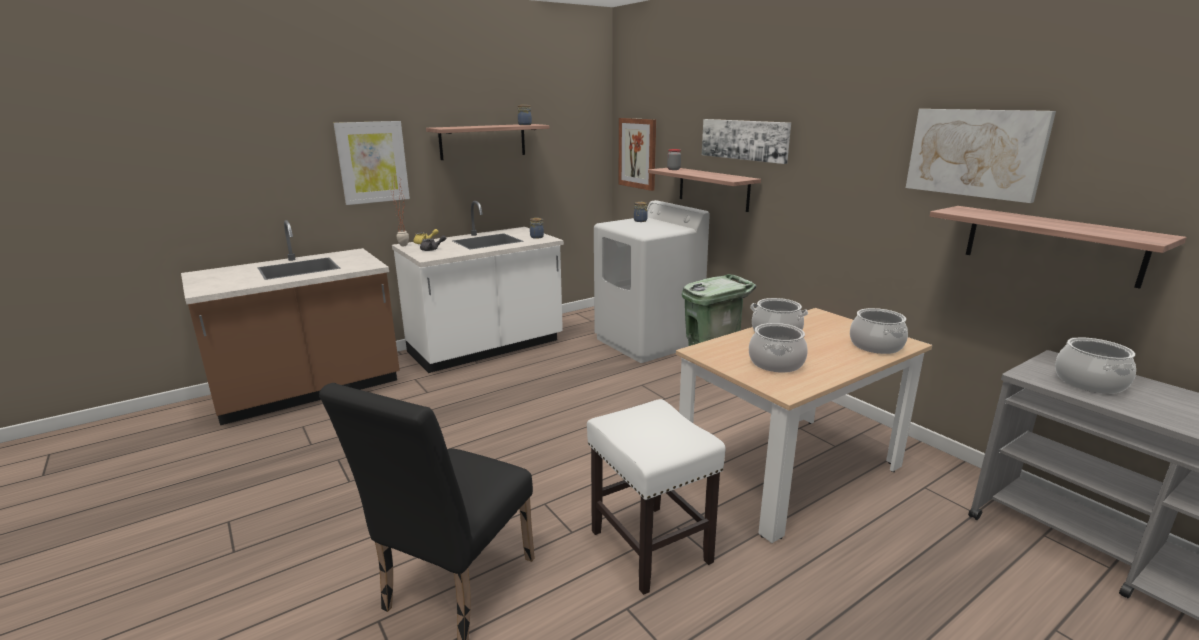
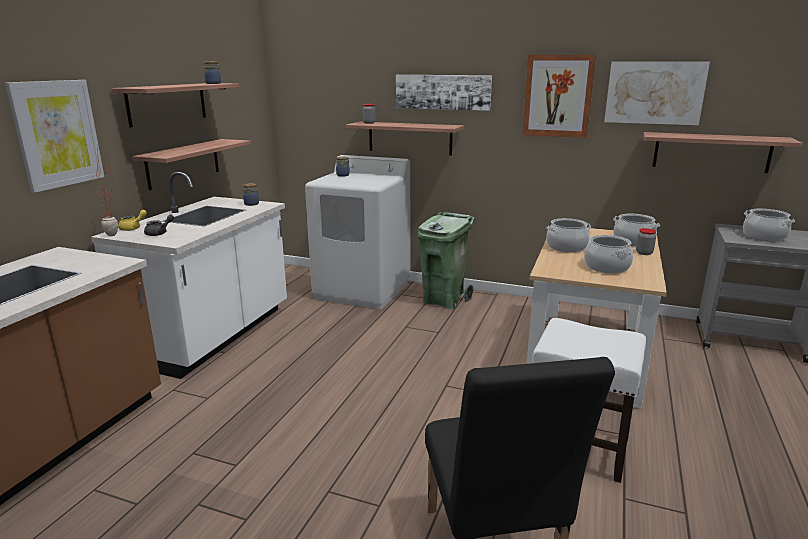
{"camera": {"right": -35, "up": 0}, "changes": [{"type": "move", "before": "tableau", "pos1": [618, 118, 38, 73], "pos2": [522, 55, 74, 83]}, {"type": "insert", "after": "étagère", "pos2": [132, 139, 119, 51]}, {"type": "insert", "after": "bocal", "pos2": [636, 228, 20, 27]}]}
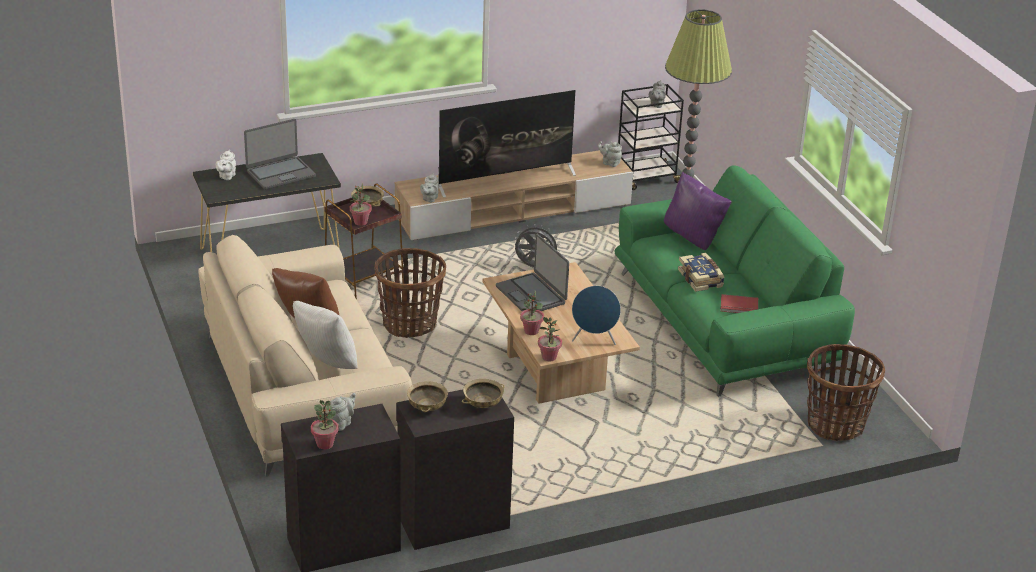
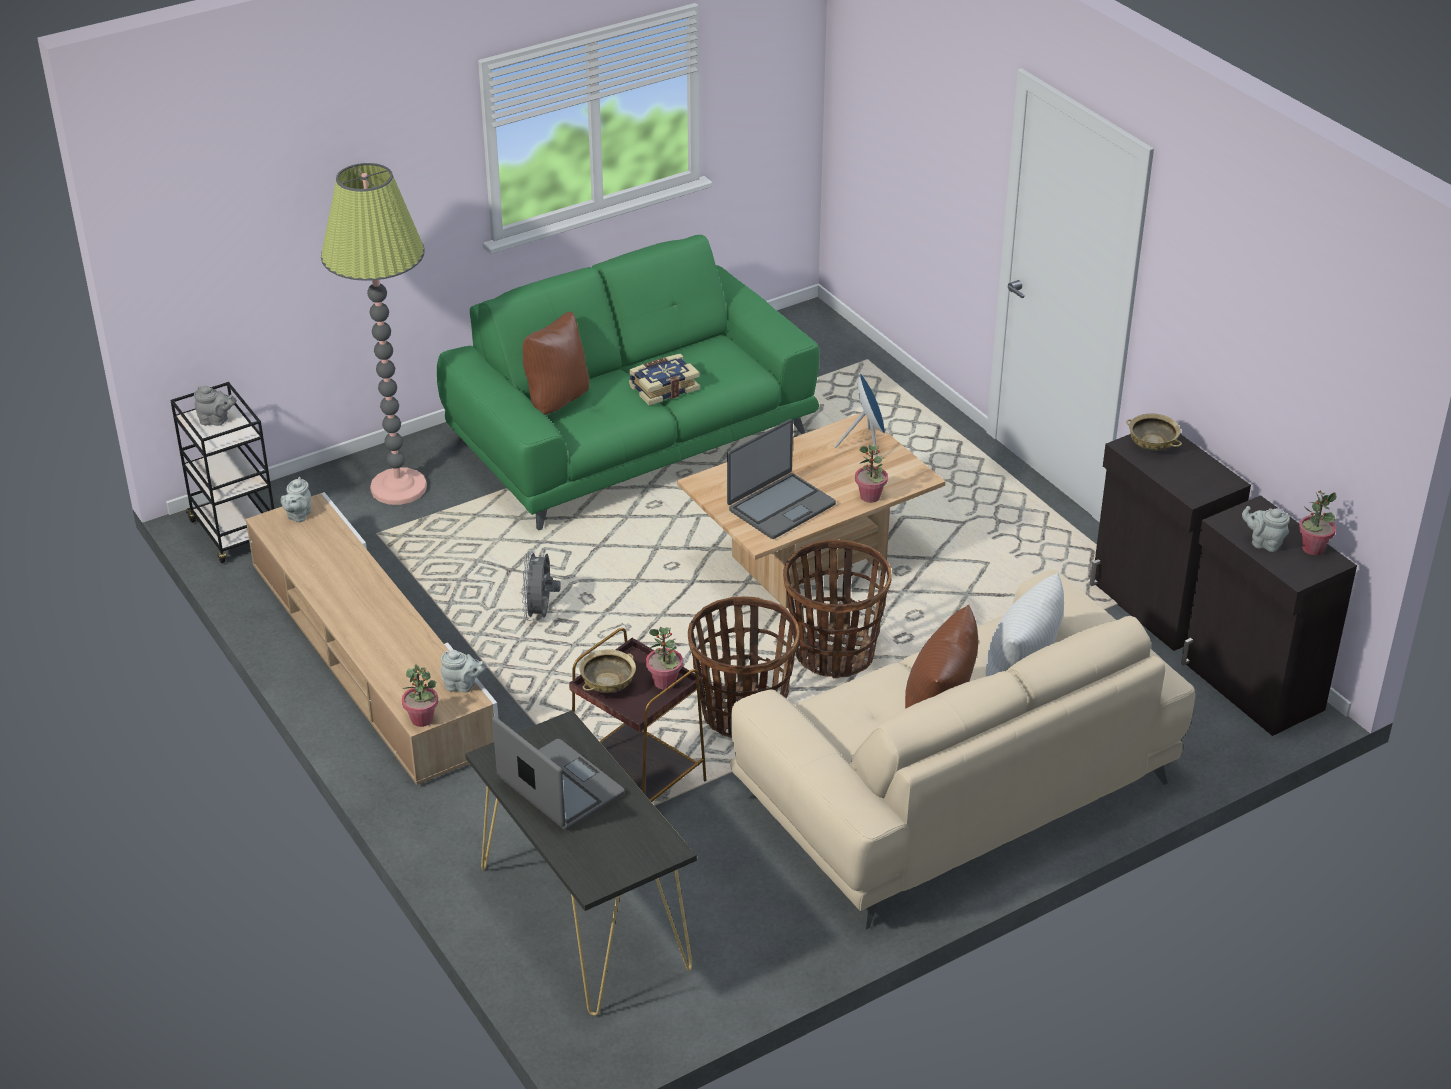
{"camera": {"right": -100, "up": 5}, "changes": [{"type": "delete", "before": "téléviseur", "pos1": [438, 90, 138, 108]}, {"type": "delete", "before": "théière [blanc]", "pos1": [216, 150, 20, 30]}, {"type": "recolor", "before": "coussin [violet]", "after": "coussin [marron]", "pos1": [664, 172, 68, 78], "pos2": [522, 311, 67, 104]}, {"type": "delete", "before": "livre [rouge]", "pos1": [720, 294, 38, 19]}, {"type": "move", "before": "plante en pot", "pos1": [538, 317, 24, 45], "pos2": [402, 664, 36, 63]}, {"type": "move", "before": "panier", "pos1": [807, 344, 78, 97], "pos2": [783, 539, 108, 139]}, {"type": "delete", "before": "bol [beige]", "pos1": [407, 381, 41, 31]}]}
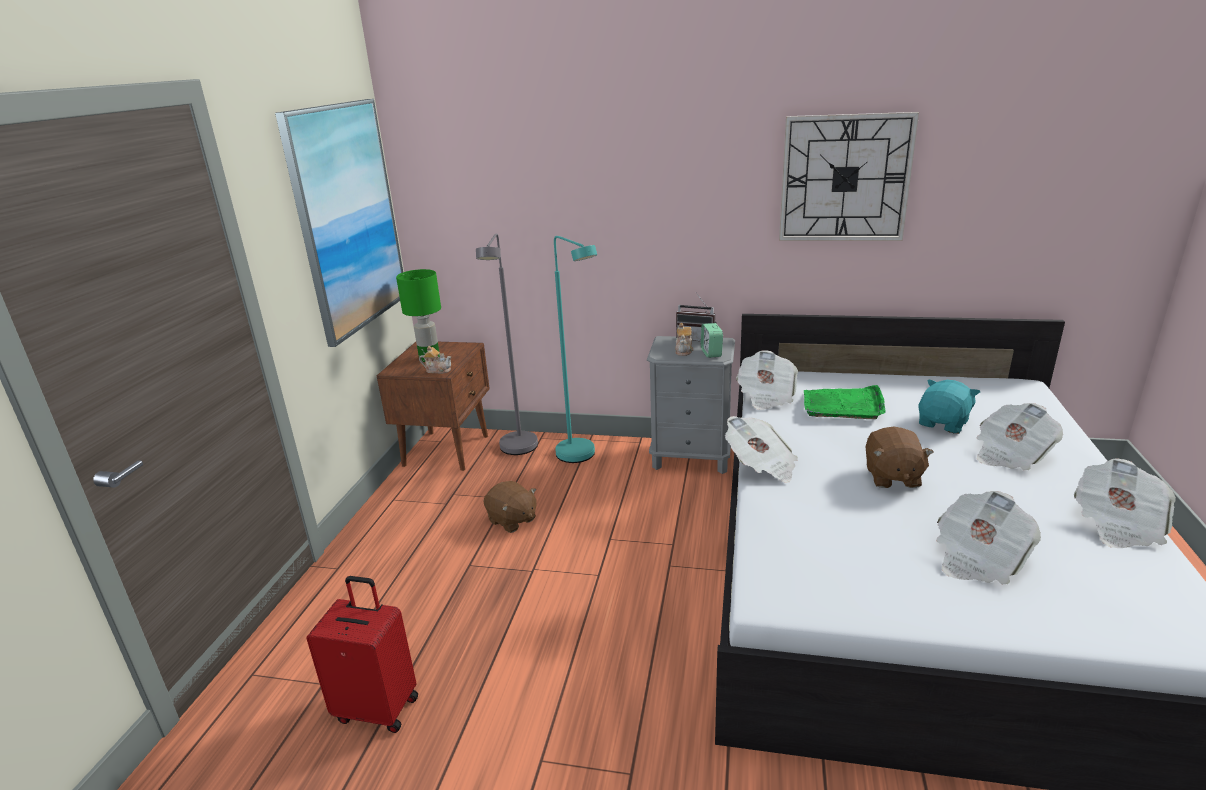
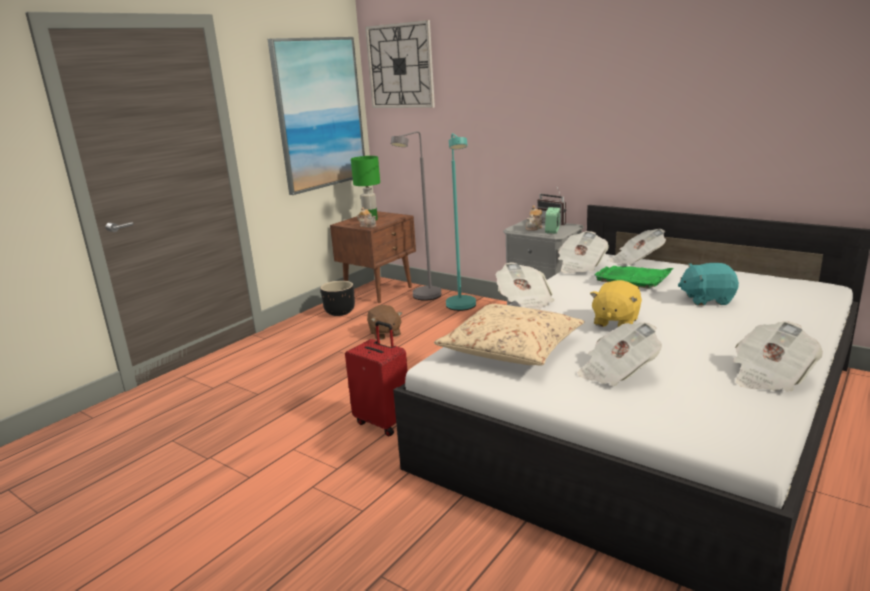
{"camera": {"right": 25, "up": -5}, "changes": [{"type": "move", "before": "horloge murale", "pos1": [779, 112, 140, 129], "pos2": [365, 20, 70, 88]}, {"type": "rotate", "before": "peluche [turquoise]", "pos1": [918, 380, 62, 54], "pos2": [678, 263, 61, 43], "turn": -150}, {"type": "move", "before": "journal", "pos1": [976, 403, 87, 67], "pos2": [610, 229, 56, 36]}, {"type": "recolor", "before": "peluche [marron]", "after": "peluche [jaune]", "pos1": [865, 427, 69, 61], "pos2": [590, 280, 52, 47]}, {"type": "move", "before": "valise [rouge]", "pos1": [307, 576, 111, 157], "pos2": [345, 321, 63, 115]}, {"type": "insert", "after": "cache-pot [noir]", "pos2": [321, 281, 34, 35]}, {"type": "insert", "after": "coussin [beige]", "pos2": [434, 304, 151, 62]}]}
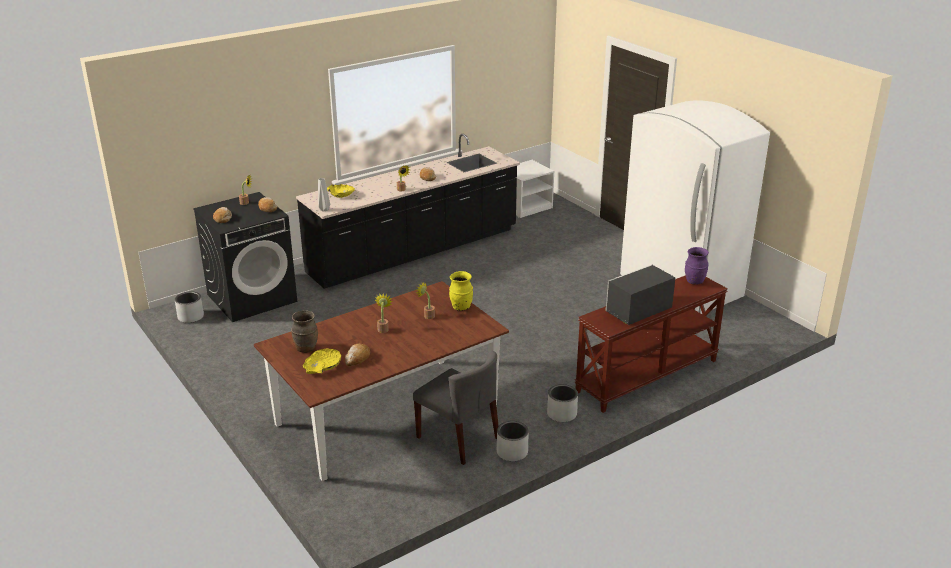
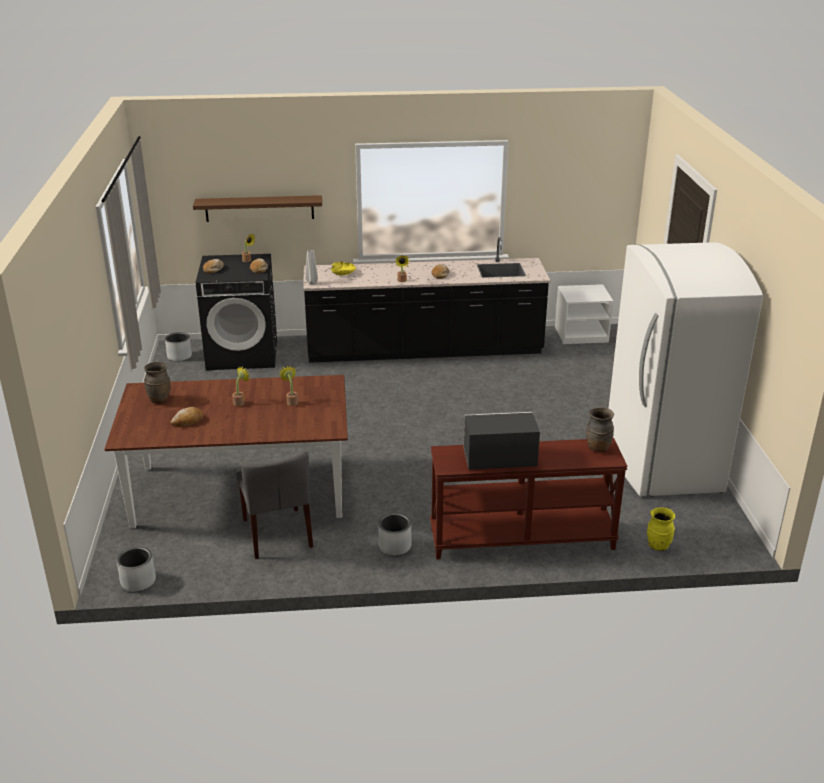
{"camera": {"right": 30, "up": 0}, "changes": [{"type": "recolor", "before": "vase [violet]", "after": "vase [marron]", "pos1": [685, 247, 24, 38], "pos2": [586, 407, 28, 45]}, {"type": "move", "before": "vase [jaune]", "pos1": [449, 271, 24, 40], "pos2": [647, 507, 28, 44]}, {"type": "delete", "before": "bol [jaune]", "pos1": [303, 348, 38, 26]}, {"type": "move", "before": "cache-pot [gris]", "pos1": [497, 421, 32, 40], "pos2": [116, 547, 40, 45]}, {"type": "insert", "after": "étagère [marron]", "pos2": [193, 195, 129, 27]}]}
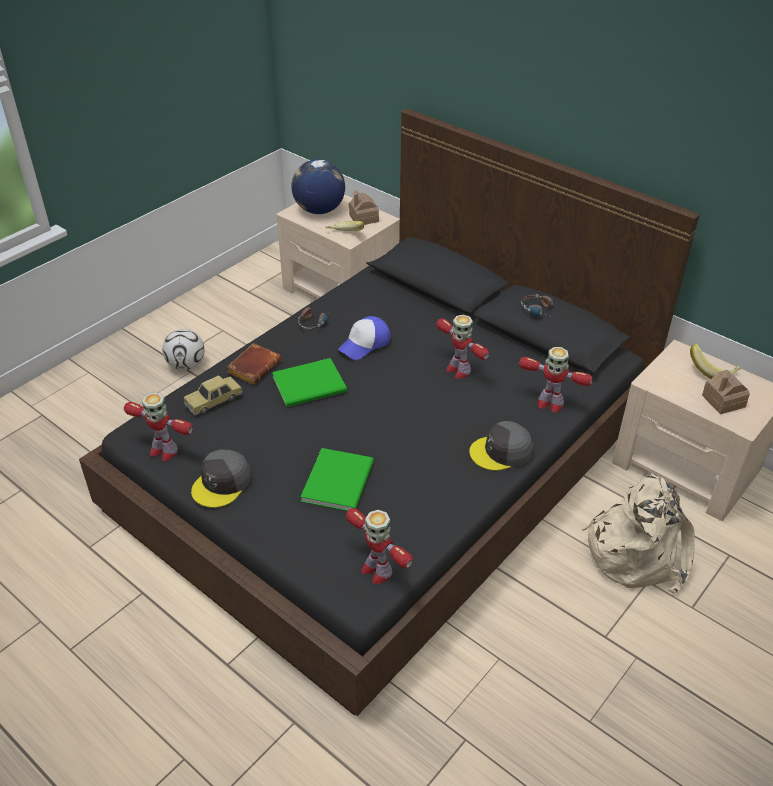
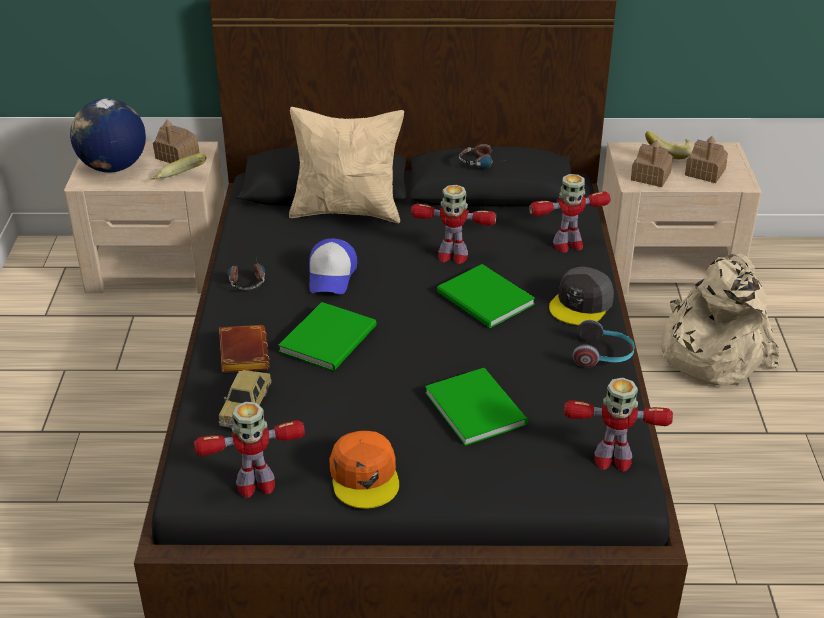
{"camera": {"right": -40, "up": -5}, "changes": [{"type": "delete", "before": "ballon de foot", "pos1": [162, 329, 43, 41]}, {"type": "recolor", "before": "casquette [gris]", "after": "casquette [orange]", "pos1": [191, 449, 60, 59], "pos2": [329, 431, 70, 78]}, {"type": "insert", "after": "coussin [beige]", "pos2": [289, 107, 115, 116]}, {"type": "insert", "after": "maison miniature", "pos2": [631, 140, 42, 47]}, {"type": "insert", "after": "livre [vert]", "pos2": [437, 264, 98, 64]}, {"type": "insert", "after": "casque audio", "pos2": [573, 320, 62, 47]}]}
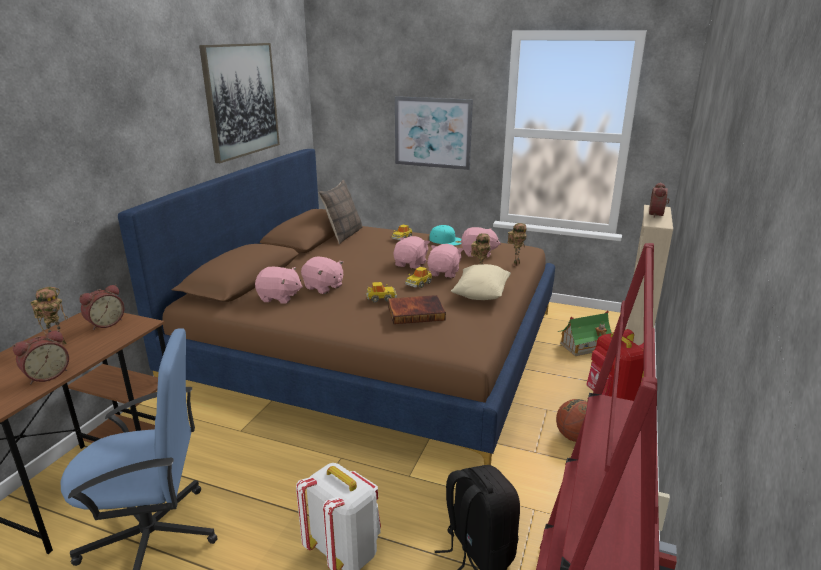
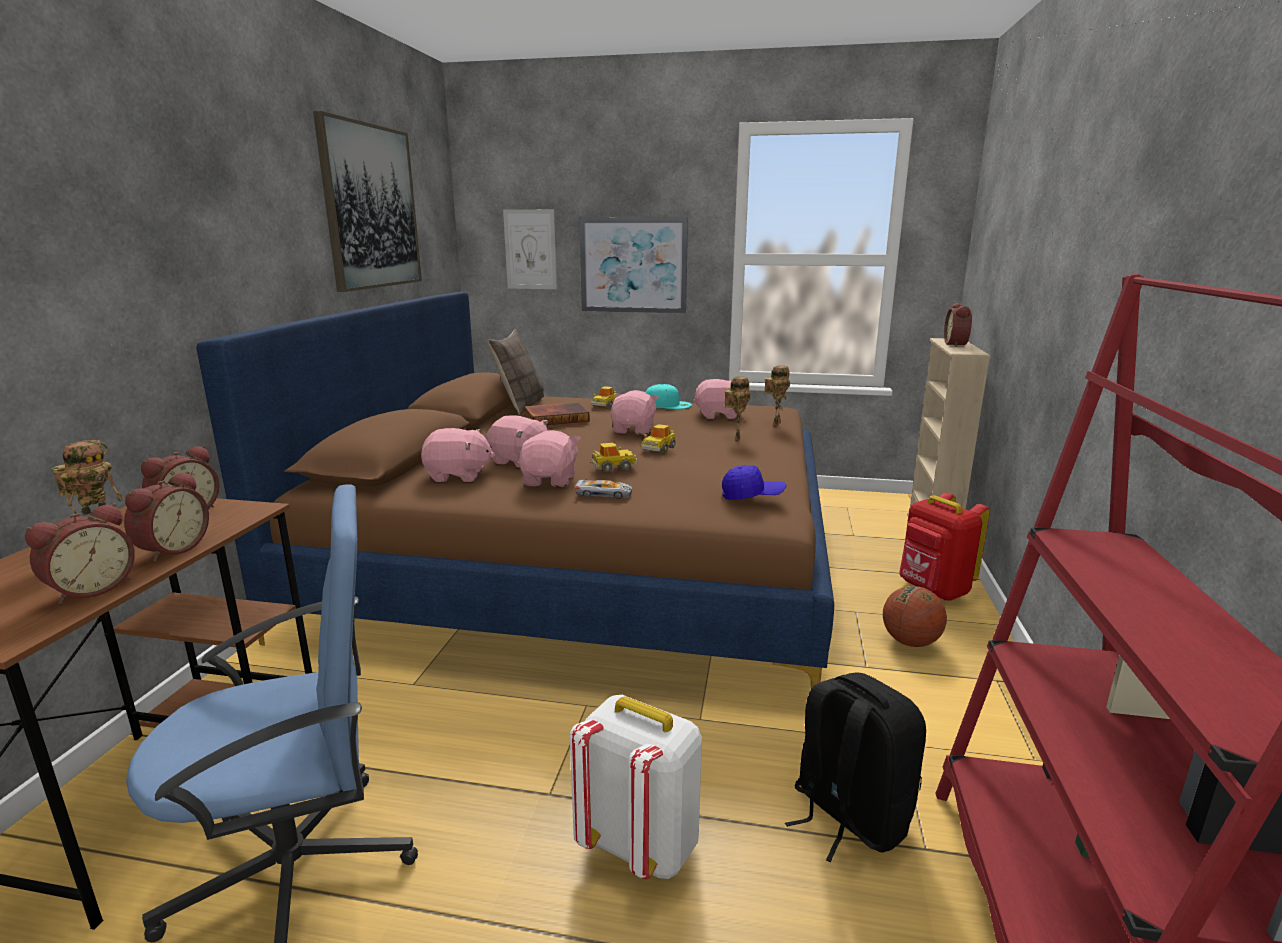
{"camera": {"right": -10, "up": -5}, "changes": [{"type": "move", "before": "peluche [rose]", "pos1": [427, 244, 37, 34], "pos2": [519, 430, 61, 57]}, {"type": "delete", "before": "coussin [beige]", "pos1": [451, 264, 60, 36]}, {"type": "move", "before": "livre", "pos1": [388, 295, 58, 29], "pos2": [524, 402, 66, 23]}, {"type": "delete", "before": "maison miniature", "pos1": [558, 310, 54, 46]}, {"type": "insert", "after": "tableau", "pos2": [503, 209, 54, 80]}, {"type": "insert", "after": "casquette [bleu]", "pos2": [722, 465, 64, 35]}, {"type": "insert", "after": "réveil", "pos2": [124, 471, 85, 91]}, {"type": "insert", "after": "petite voiture", "pos2": [575, 479, 57, 20]}]}
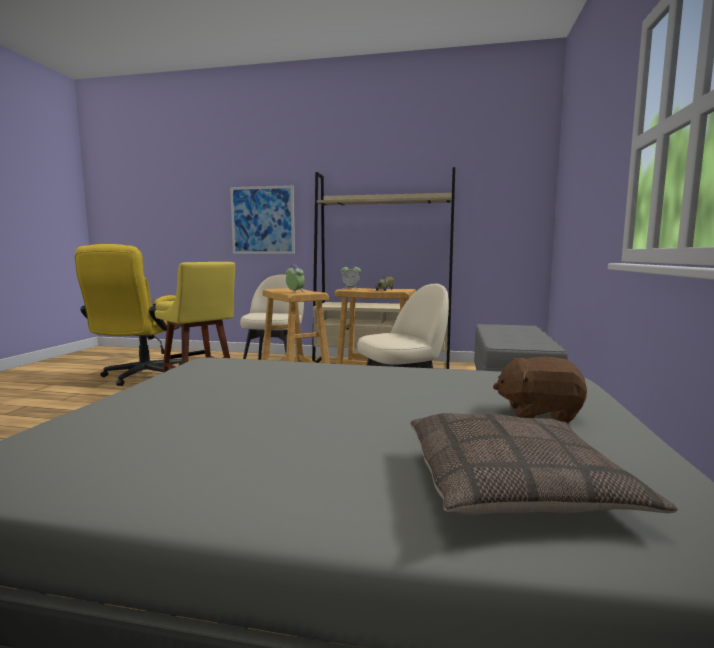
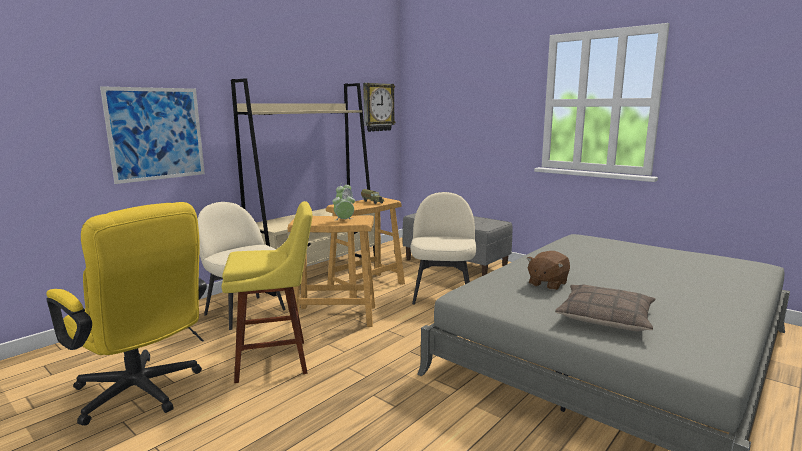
{"camera": {"right": -60, "up": 5}, "changes": [{"type": "move", "before": "peluche [marron]", "pos1": [493, 357, 94, 66], "pos2": [526, 251, 44, 39]}, {"type": "move", "before": "coussin", "pos1": [410, 413, 268, 102], "pos2": [555, 285, 100, 47]}, {"type": "insert", "after": "horloge murale", "pos2": [363, 83, 33, 49]}]}
